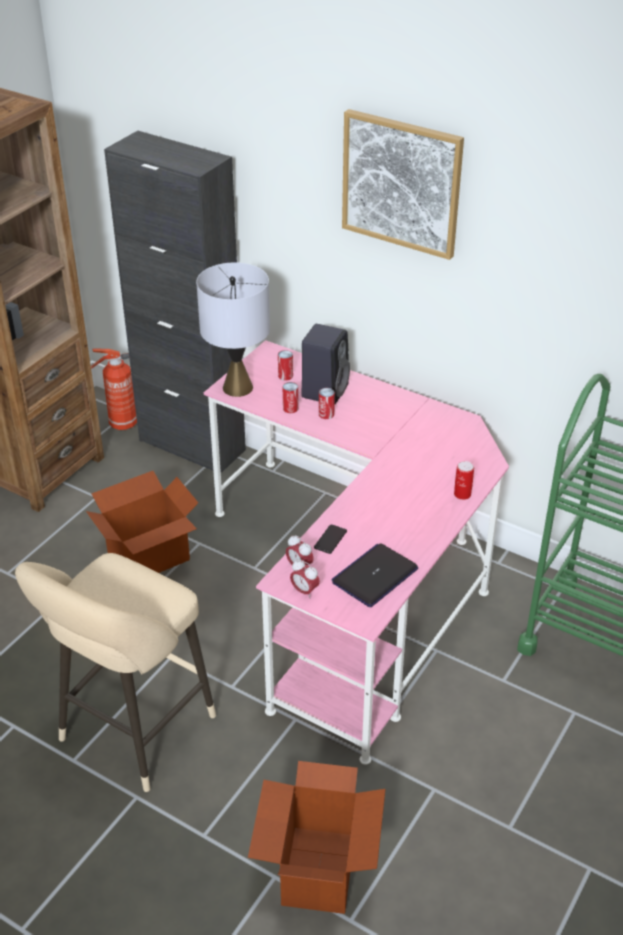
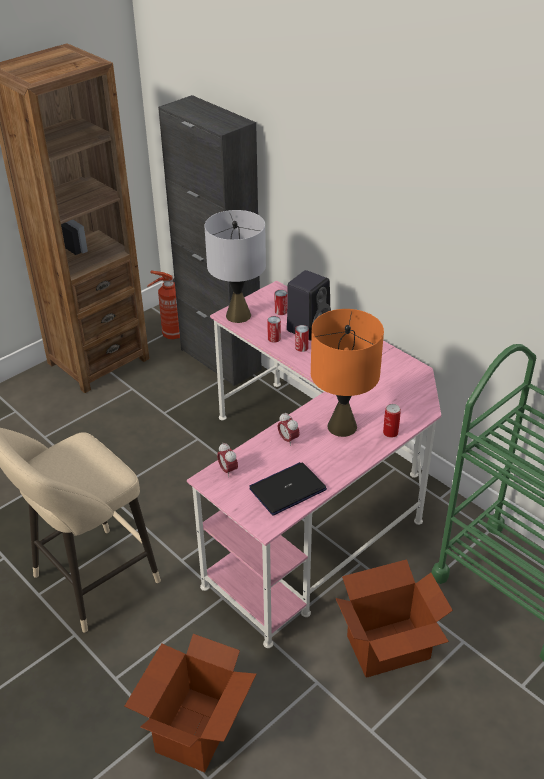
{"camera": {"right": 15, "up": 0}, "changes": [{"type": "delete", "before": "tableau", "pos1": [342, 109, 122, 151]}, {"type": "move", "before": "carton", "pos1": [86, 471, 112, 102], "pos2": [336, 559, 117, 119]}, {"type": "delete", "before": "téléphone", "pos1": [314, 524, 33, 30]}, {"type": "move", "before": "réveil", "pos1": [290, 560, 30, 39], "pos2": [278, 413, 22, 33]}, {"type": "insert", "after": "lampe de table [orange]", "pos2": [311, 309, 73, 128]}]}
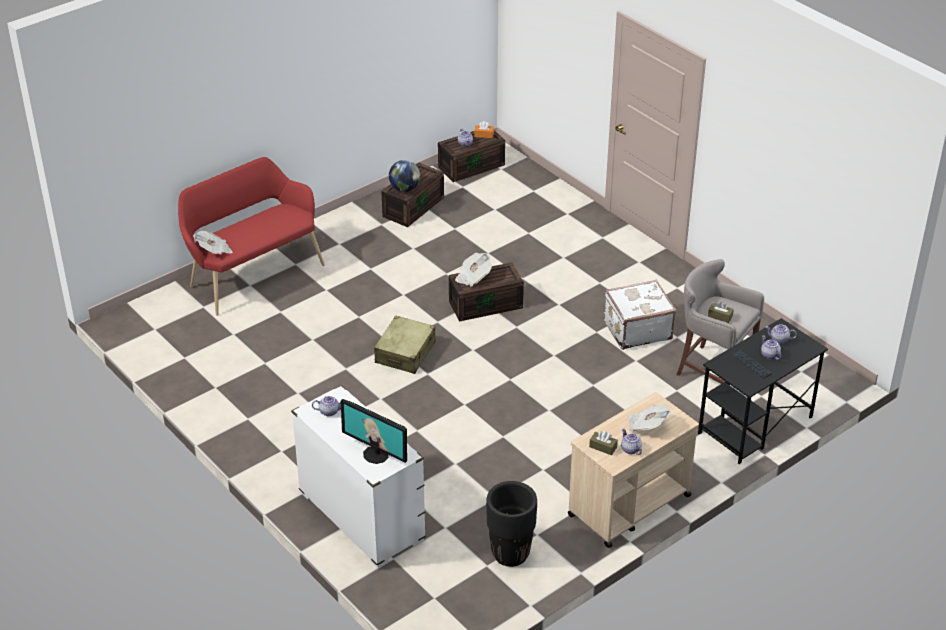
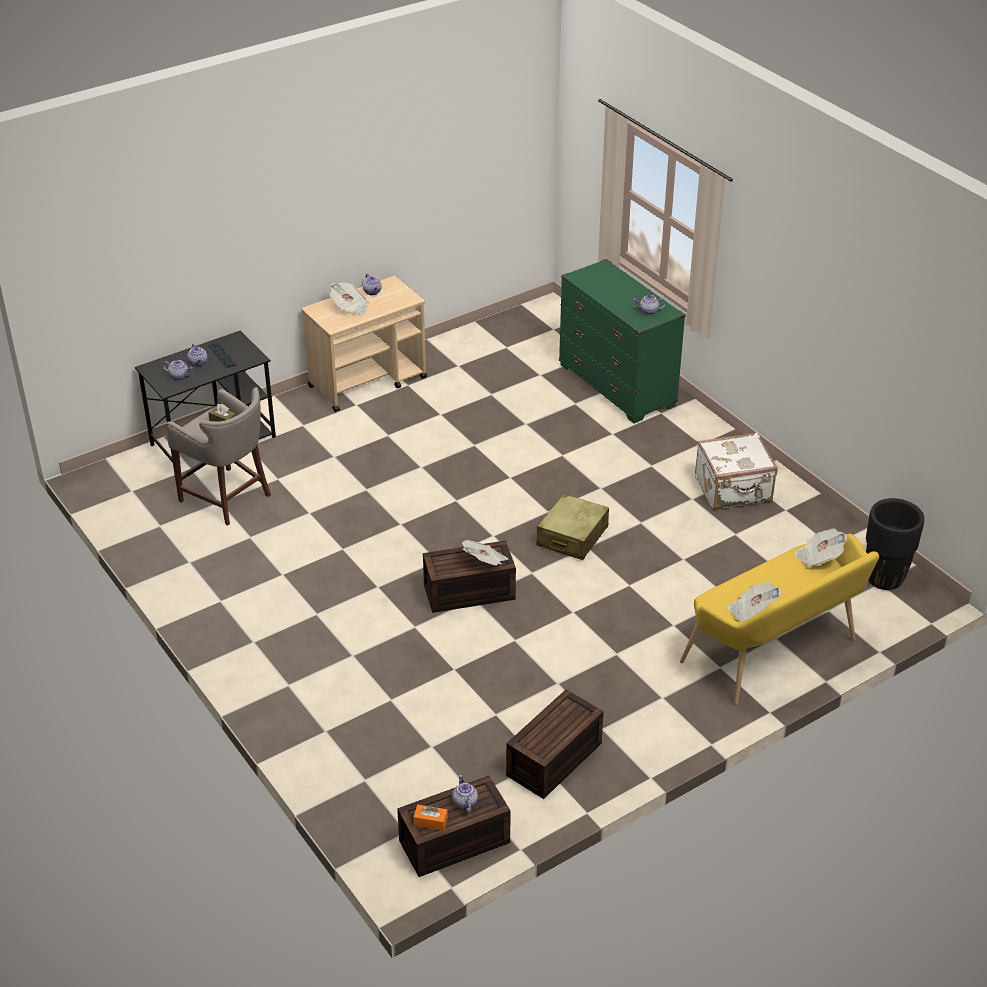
{"camera": {"right": -175, "up": 0}, "changes": [{"type": "recolor", "before": "banc [rouge]", "after": "banc [jaune]", "pos1": [178, 157, 147, 159], "pos2": [680, 534, 199, 171]}, {"type": "delete", "before": "globe", "pos1": [389, 160, 31, 32]}, {"type": "move", "before": "valise [blanc]", "pos1": [604, 280, 72, 70], "pos2": [695, 432, 83, 78]}, {"type": "recolor", "before": "commode [blanc]", "after": "commode [vert]", "pos1": [291, 385, 135, 183], "pos2": [559, 259, 127, 164]}, {"type": "delete", "before": "écran d'ordinateur", "pos1": [341, 399, 66, 65]}, {"type": "delete", "before": "boîte à mouchoirs [marron]", "pos1": [589, 431, 29, 24]}, {"type": "move", "before": "cache-pot [noir]", "pos1": [486, 481, 51, 86], "pos2": [866, 498, 58, 92]}, {"type": "insert", "after": "journal", "pos2": [727, 582, 55, 41]}]}
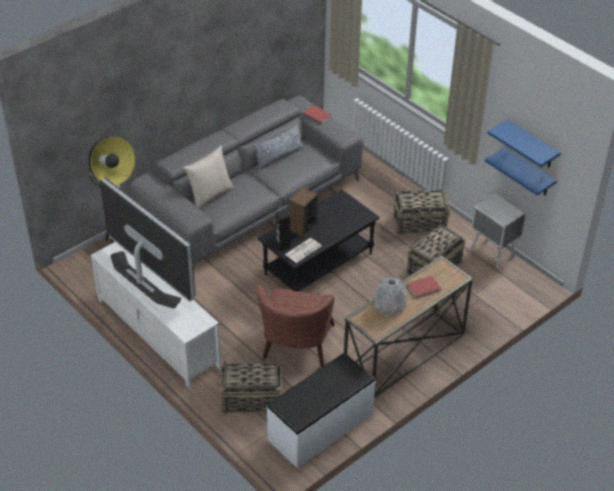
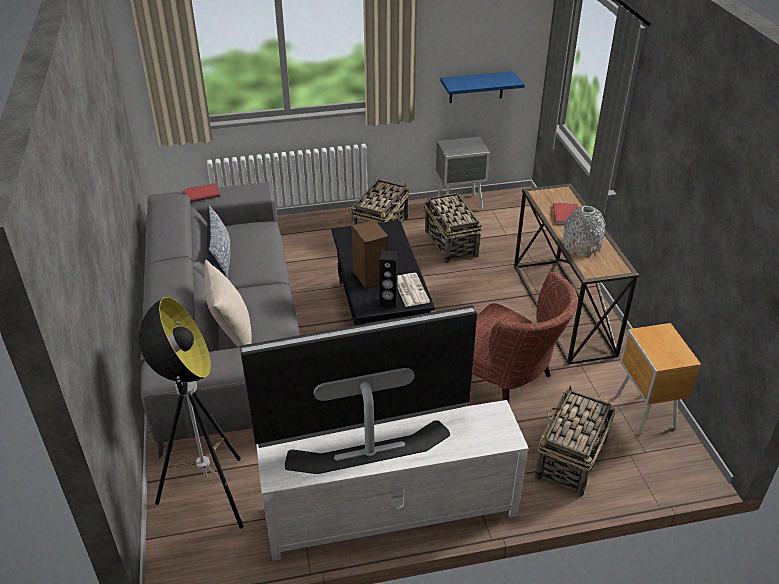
{"camera": {"right": -60, "up": -5}, "changes": [{"type": "delete", "before": "étagère [bleu]", "pos1": [487, 119, 74, 49]}, {"type": "replace", "before": "banc [blanc]", "after": "table de chevet [marron]", "pos1": [266, 353, 110, 115], "pos2": [616, 323, 85, 112]}]}
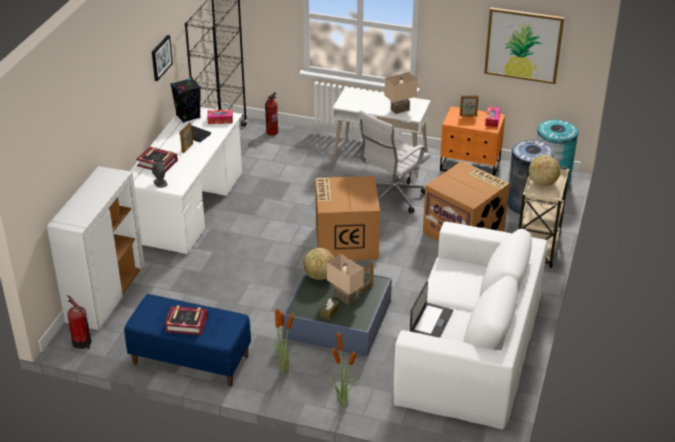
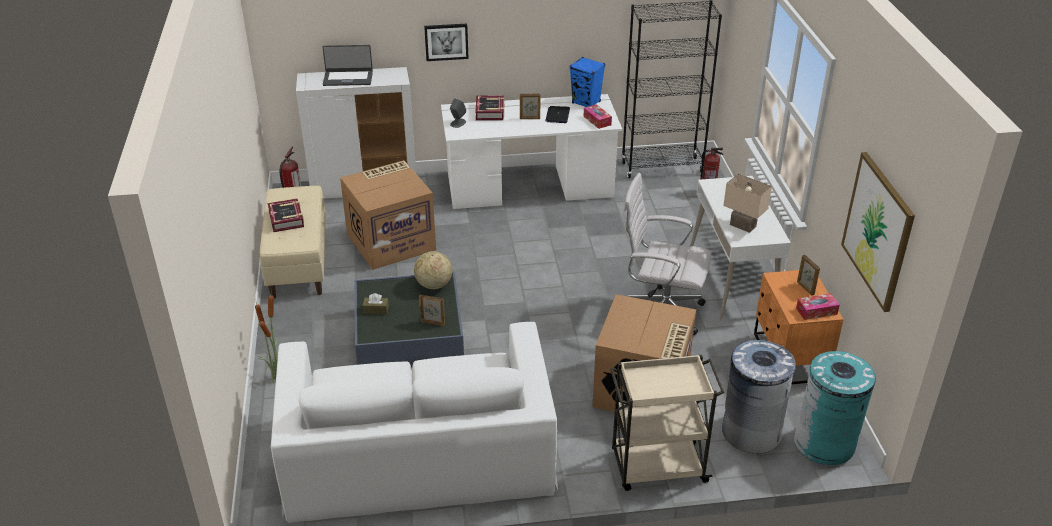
{"camera": {"right": 65, "up": 0}, "changes": [{"type": "move", "before": "tableau", "pos1": [152, 35, 21, 46], "pos2": [424, 24, 45, 37]}, {"type": "recolor", "before": "enceinte [noir]", "after": "enceinte [bleu]", "pos1": [170, 78, 31, 45], "pos2": [570, 57, 35, 50]}, {"type": "delete", "before": "globe", "pos1": [529, 155, 31, 31]}, {"type": "move", "before": "carton", "pos1": [315, 176, 65, 84], "pos2": [340, 160, 96, 110]}, {"type": "delete", "before": "lampe de table [beige]", "pos1": [327, 254, 37, 51]}, {"type": "move", "before": "ordinateur portable", "pos1": [410, 281, 43, 57], "pos2": [323, 45, 50, 41]}, {"type": "recolor", "before": "banc [bleu]", "after": "banc [beige]", "pos1": [124, 294, 127, 93], "pos2": [260, 185, 66, 114]}, {"type": "delete", "before": "plante en pot", "pos1": [271, 309, 25, 64]}]}
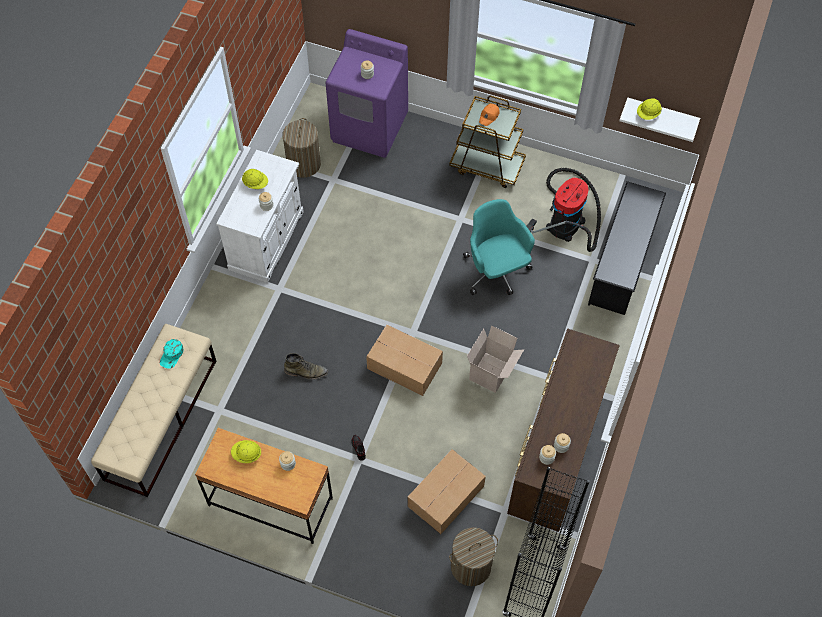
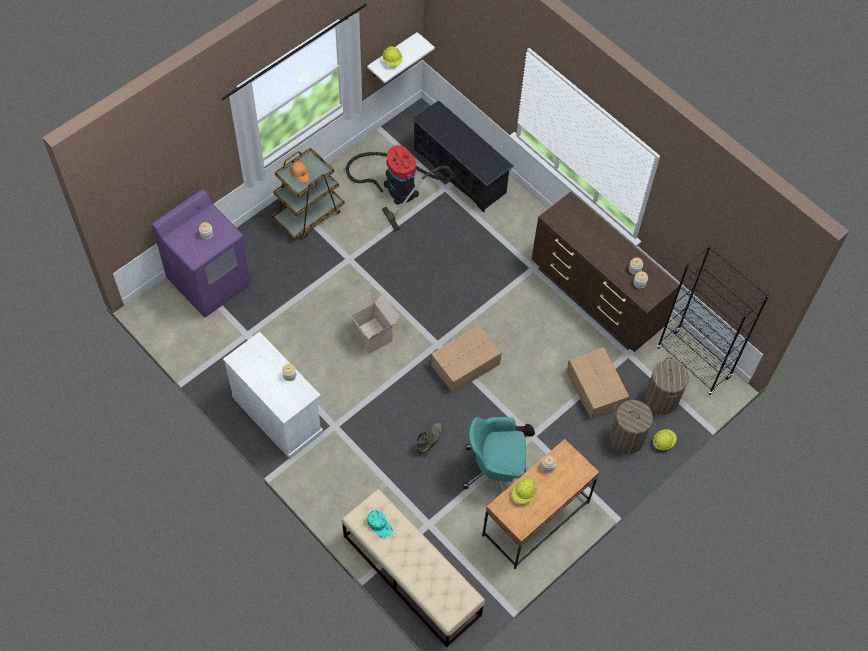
{"camera": {"right": -65, "up": 0}, "changes": [{"type": "move", "before": "panier à linge", "pos1": [282, 118, 39, 60], "pos2": [609, 400, 47, 54]}, {"type": "move", "before": "casque de chantier [jaune]", "pos1": [242, 169, 26, 20], "pos2": [653, 429, 24, 21]}, {"type": "move", "before": "chaise de bureau [turquoise]", "pos1": [463, 199, 72, 96], "pos2": [463, 417, 64, 75]}, {"type": "move", "before": "carton", "pos1": [467, 325, 57, 68], "pos2": [347, 292, 53, 62]}]}
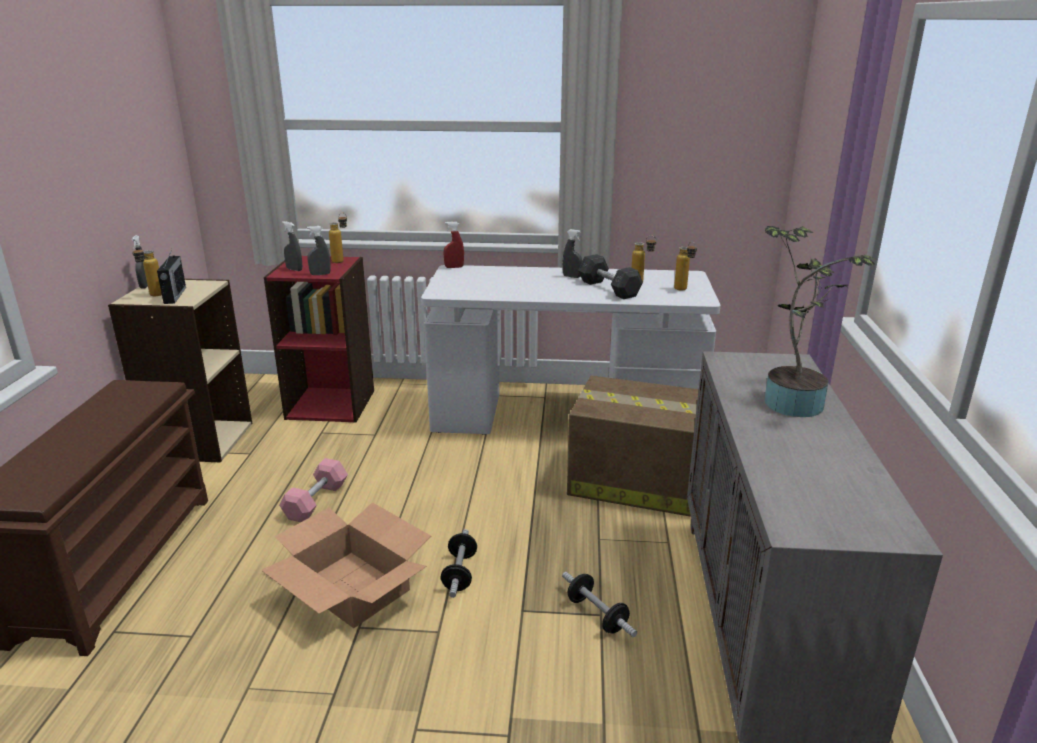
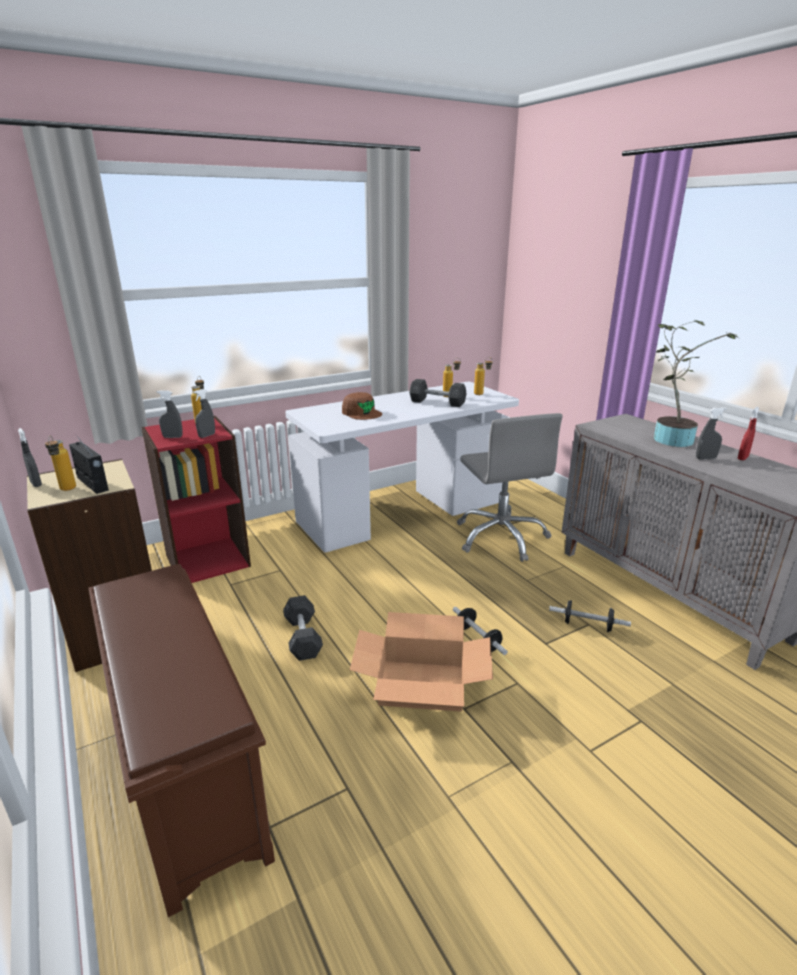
{"camera": {"right": -35, "up": 0}, "changes": [{"type": "move", "before": "vaporisateur [rouge]", "pos1": [443, 221, 21, 47], "pos2": [738, 407, 21, 53]}, {"type": "move", "before": "vaporisateur [gris]", "pos1": [563, 229, 19, 49], "pos2": [696, 407, 31, 52]}, {"type": "replace", "before": "carton", "after": "chaise de bureau [gris]", "pos1": [567, 375, 132, 142], "pos2": [457, 413, 106, 149]}, {"type": "recolor", "before": "haltère [rose]", "after": "haltère [gris]", "pos1": [279, 458, 69, 64], "pos2": [283, 595, 40, 66]}, {"type": "insert", "after": "casquette [marron]", "pos2": [342, 392, 40, 28]}]}
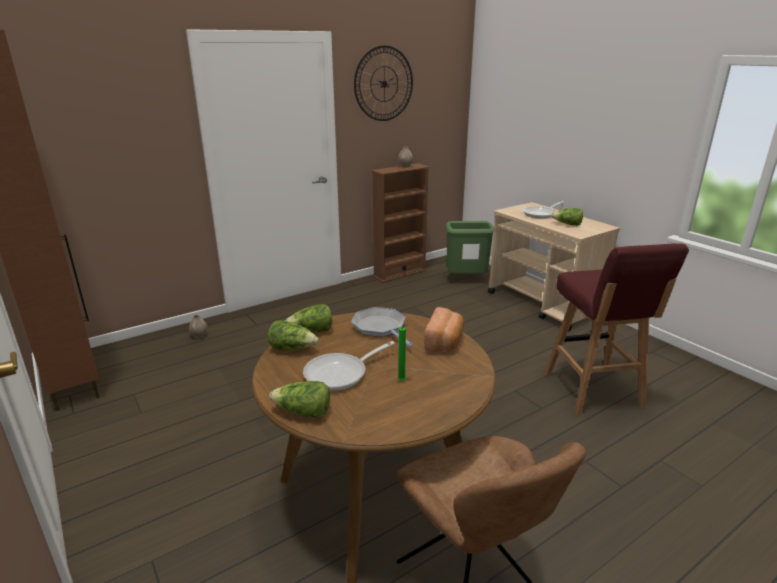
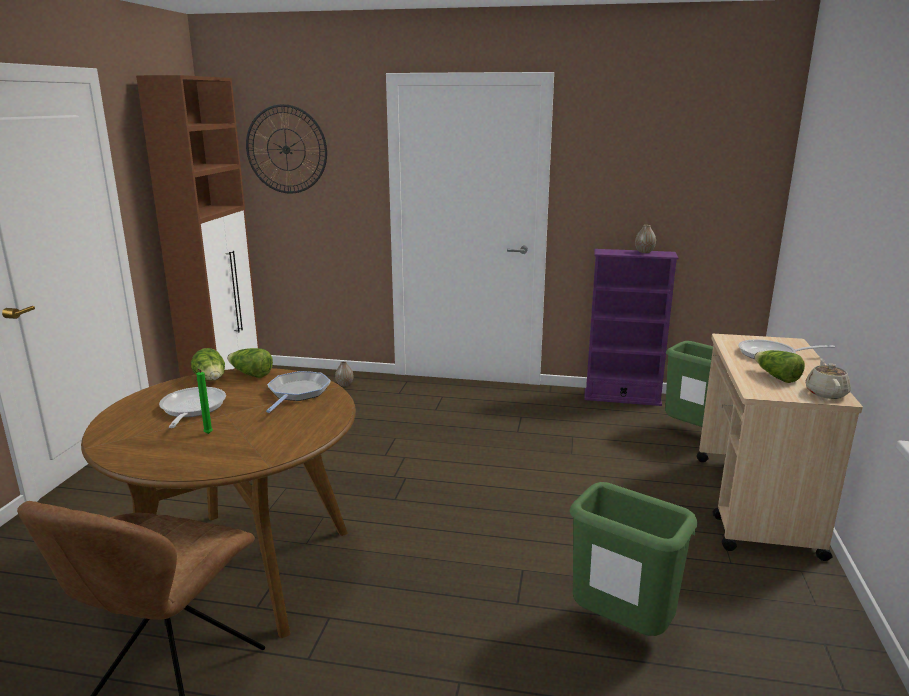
{"camera": {"right": 45, "up": -5}, "changes": [{"type": "move", "before": "horloge murale", "pos1": [354, 45, 59, 76], "pos2": [246, 104, 81, 90]}, {"type": "recolor", "before": "bibliothèque [marron]", "after": "bibliothèque [violet]", "pos1": [372, 163, 58, 120], "pos2": [584, 249, 94, 157]}, {"type": "replace", "before": "tabouret [rouge]", "after": "poubelle [vert]", "pos1": [545, 244, 144, 171], "pos2": [569, 482, 129, 154]}, {"type": "delete", "before": "pain", "pos1": [424, 307, 40, 45]}, {"type": "rotate", "before": "poêle", "pos1": [303, 341, 92, 50], "pos2": [159, 387, 67, 41], "turn": 75}, {"type": "delete", "before": "laitue", "pos1": [269, 381, 61, 37]}, {"type": "insert", "after": "théière [beige]", "pos2": [806, 359, 45, 40]}]}
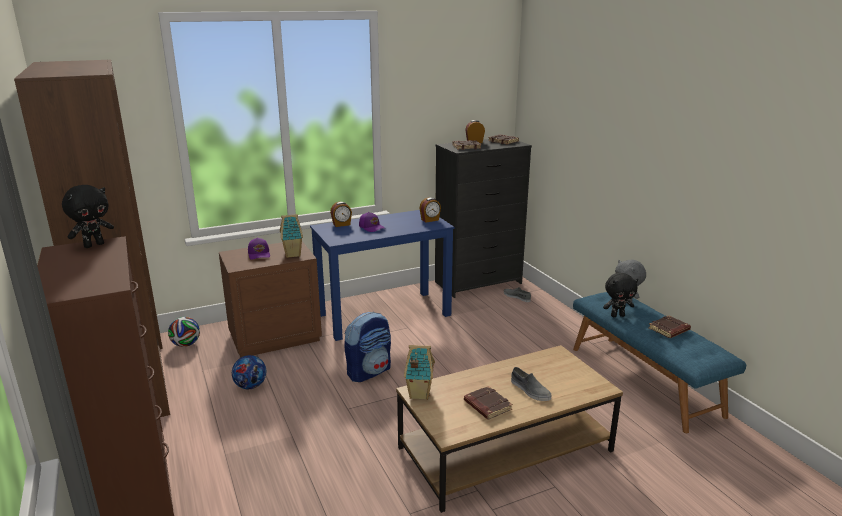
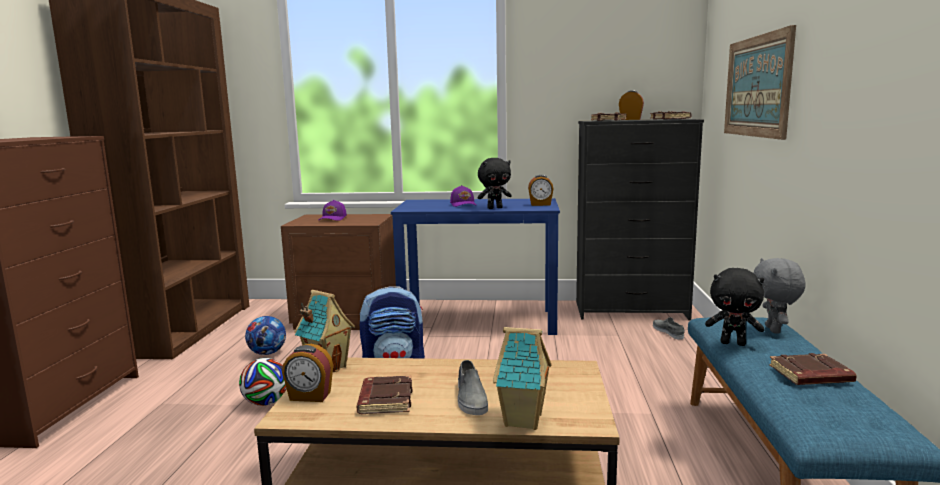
{"camera": {"right": 30, "up": -10}, "changes": [{"type": "move", "before": "peluche [noir]", "pos1": [62, 185, 52, 63], "pos2": [477, 158, 35, 51]}, {"type": "move", "before": "réveil", "pos1": [330, 202, 22, 25], "pos2": [282, 344, 51, 58]}, {"type": "move", "before": "maison miniature", "pos1": [280, 214, 23, 44], "pos2": [493, 327, 58, 103]}, {"type": "move", "before": "ballon de foot", "pos1": [168, 317, 32, 30], "pos2": [239, 358, 48, 48]}, {"type": "insert", "after": "tableau", "pos2": [724, 25, 72, 115]}]}
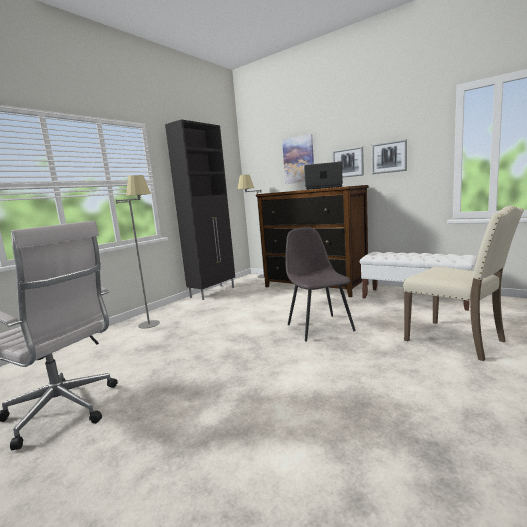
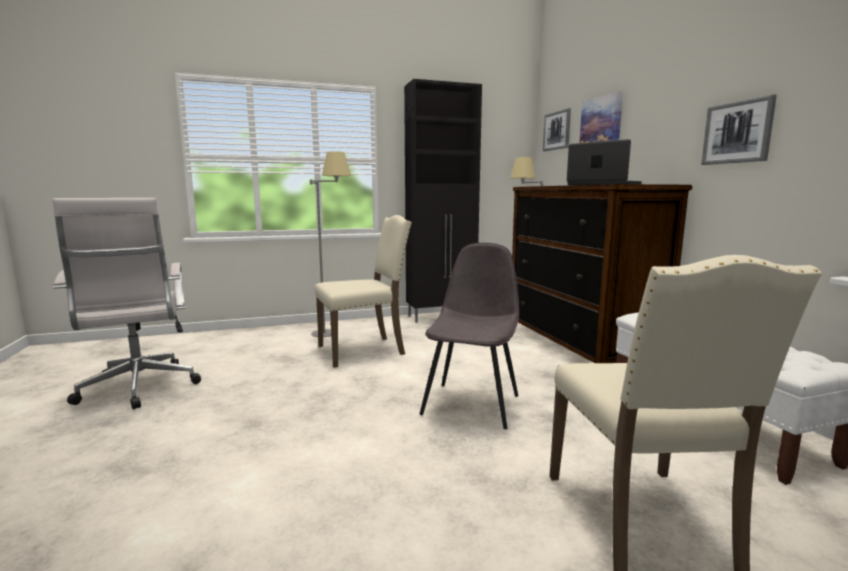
{"camera": {"right": 35, "up": 0}, "changes": [{"type": "move", "before": "tableau", "pos1": [332, 146, 32, 32], "pos2": [543, 108, 28, 43]}, {"type": "insert", "after": "chaise [beige]", "pos2": [315, 215, 97, 153]}]}
